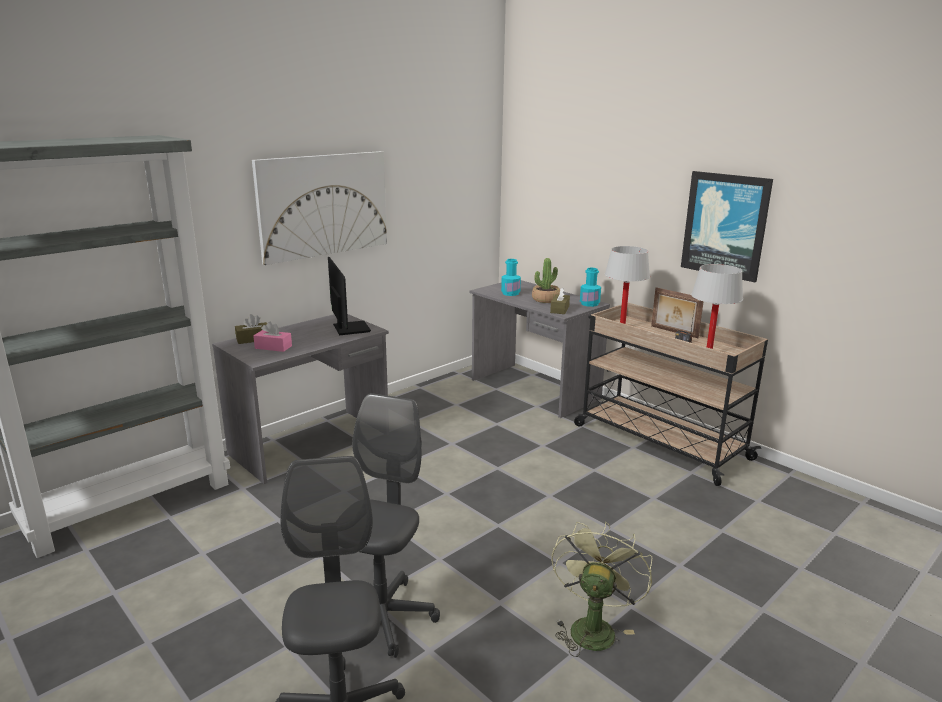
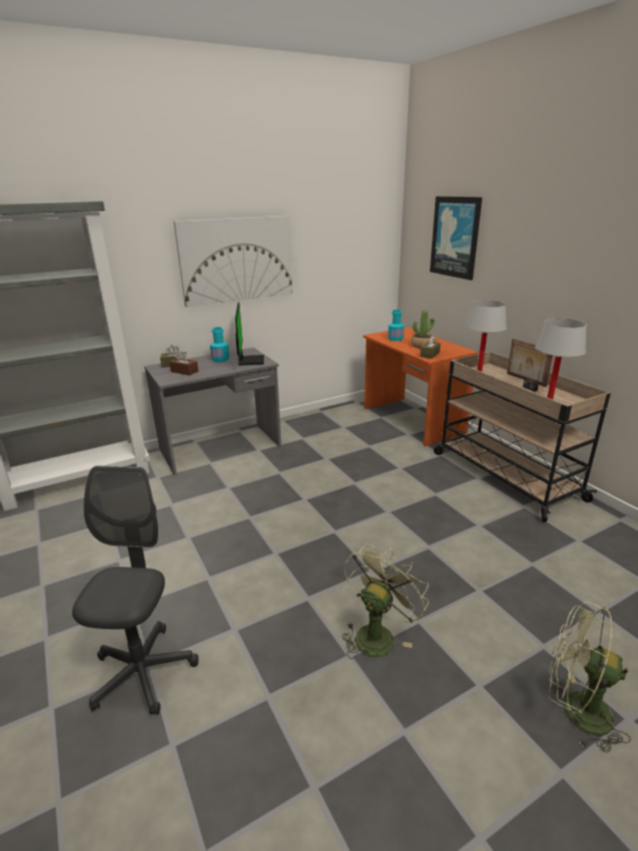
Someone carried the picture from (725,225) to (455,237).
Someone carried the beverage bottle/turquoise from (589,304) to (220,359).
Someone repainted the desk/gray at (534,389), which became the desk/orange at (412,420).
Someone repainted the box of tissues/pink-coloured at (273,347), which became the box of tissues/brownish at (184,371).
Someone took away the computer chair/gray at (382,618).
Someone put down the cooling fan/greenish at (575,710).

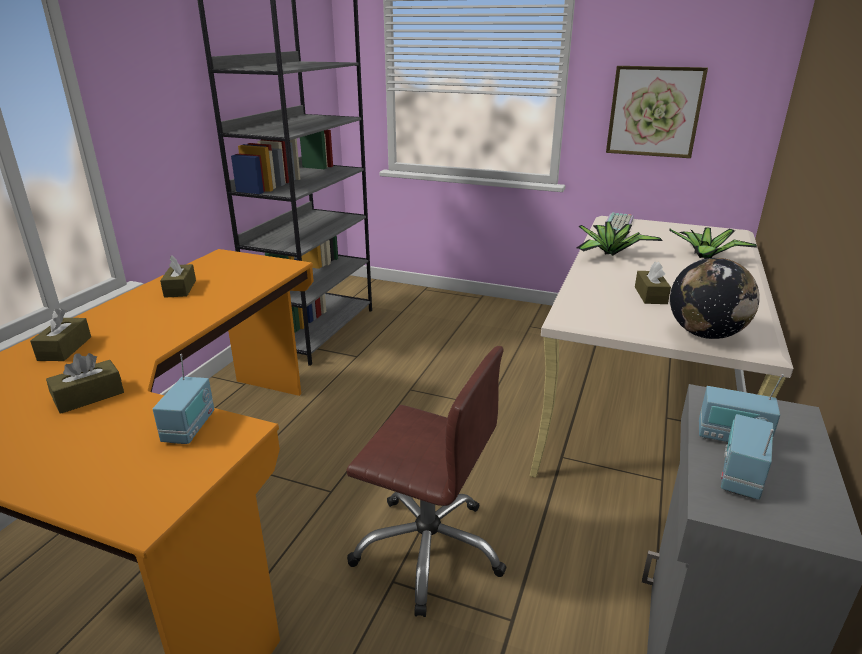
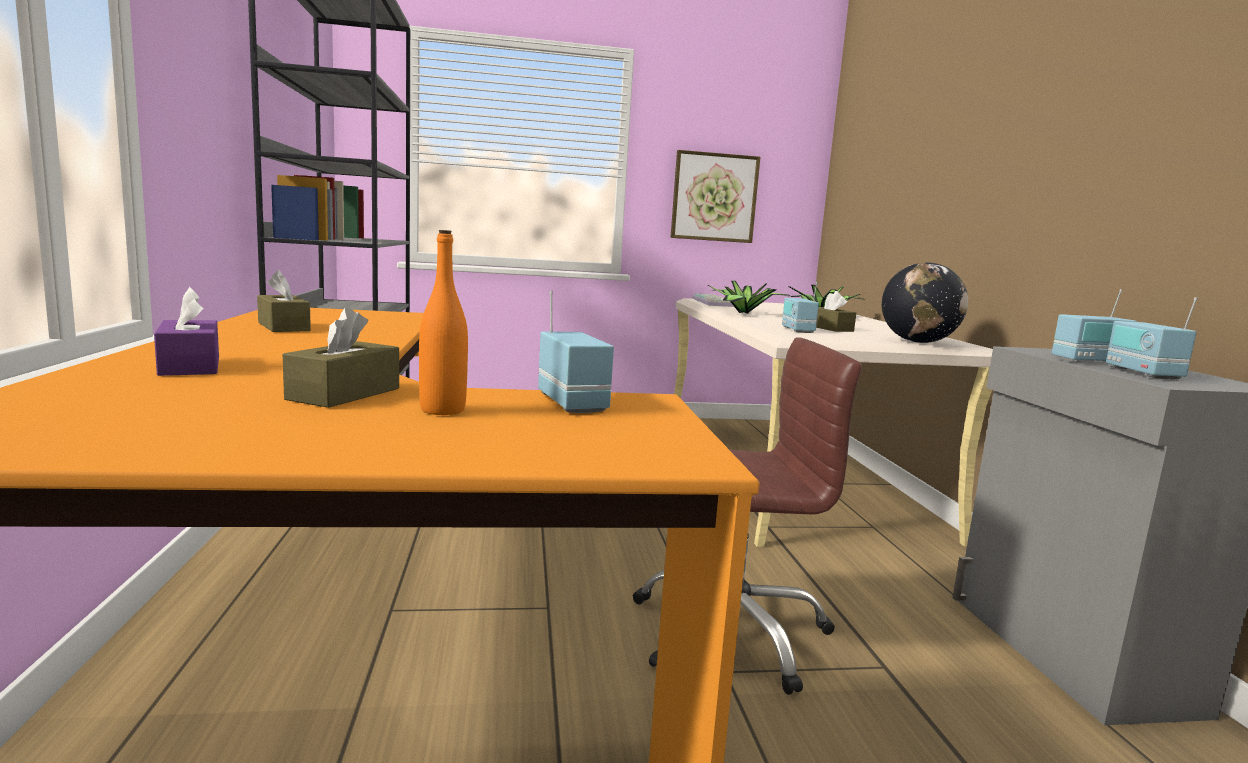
Someone repainted the box of tissues/brownish at (65,348), which became the box of tissues/purple at (190,366).
Someone put down the beverage bottle/orange at (442,410).
Someone put down the radio receiver at (797,330).

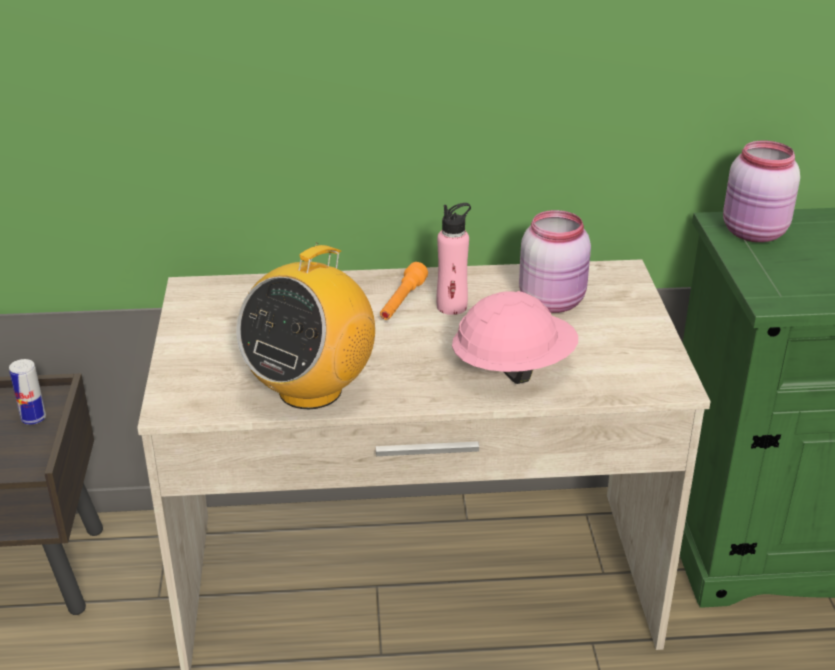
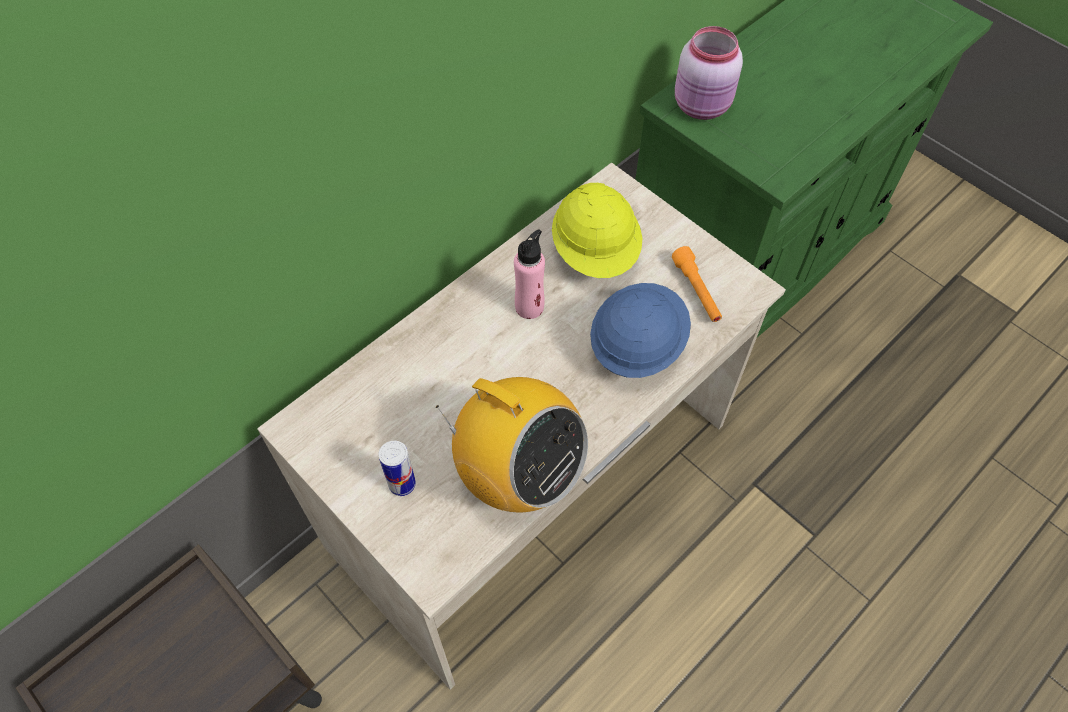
Someone swapped the jar/pink-coloured at (553,301) for the work helmet/yellowish at (595,252).
Someone rotated the radio receiver at (311,389) by 45 degrees counterclockwise.
Someone carried the flashlight/orange from (402,302) to (696,291).
Someone repainted the work helmet/pink-coloured at (513,368), which became the work helmet/blue-coloured at (636,345).
Someone carried the can from (33,418) to (402,484).

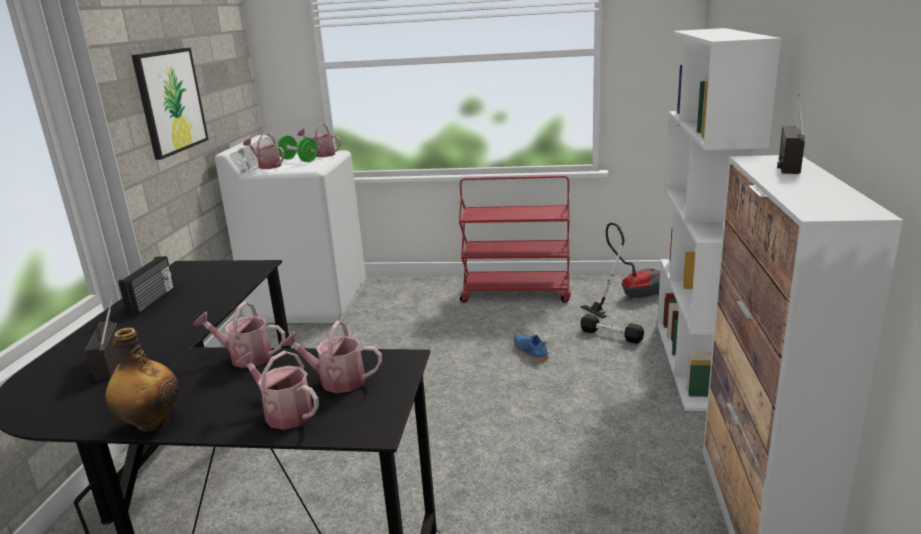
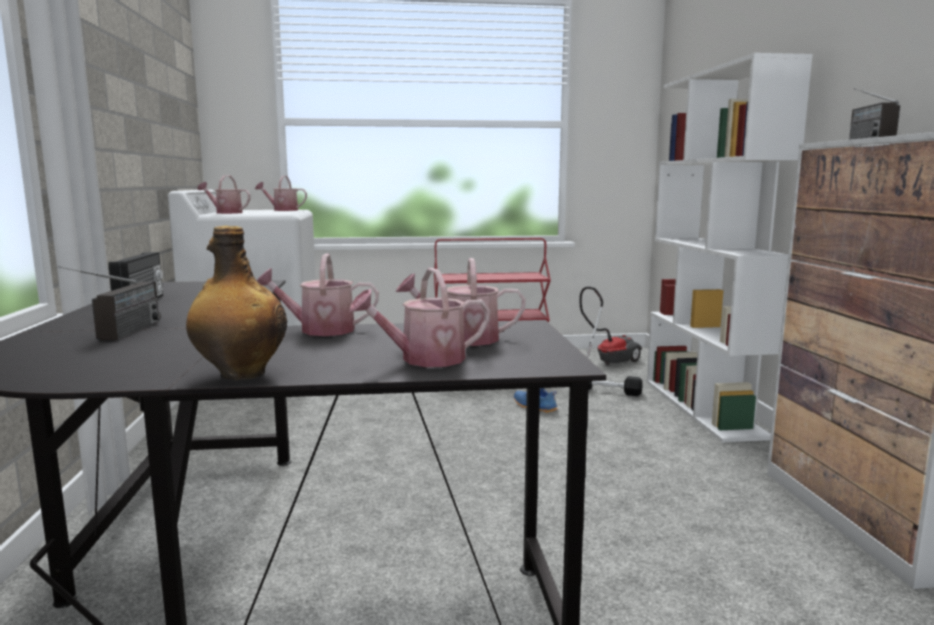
Someone took away the picture at (170,101).
Someone took away the hand weight/greenish at (299,160).
Someone rotated the radio receiver at (110,356) by 150 degrees counterclockwise.
Someone rotated the watering can at (284,413) by 45 degrees counterclockwise.

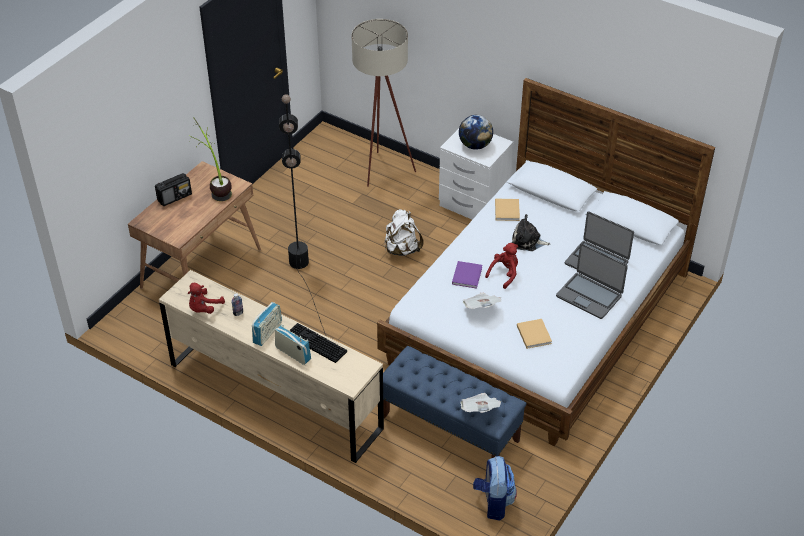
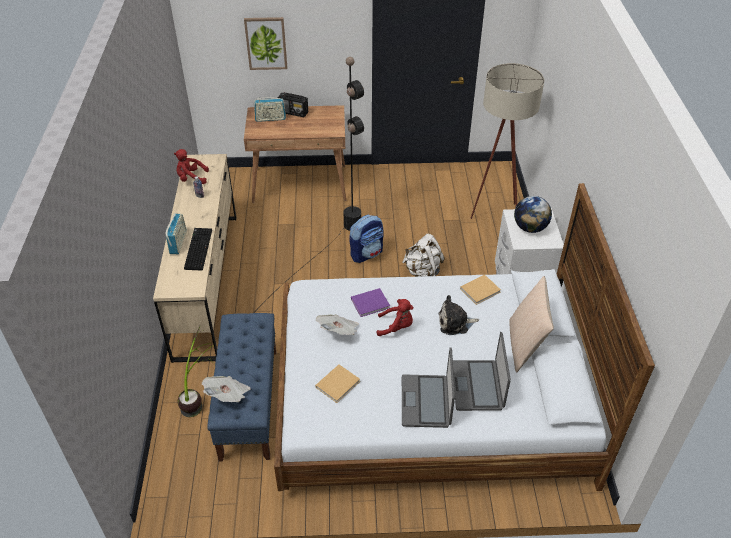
Someone carried the plant in a pot from (215,187) to (198,397).
Someone rotated the soft toy at (528,241) by 75 degrees counterclockwise.
Someone carried the radio receiver from (267,332) to (270,118).
Someone carried the knapsack from (493,502) to (366,253).
Someone put up the picture at (266,43).
Someone put down the throw pillow/beige at (524,345).

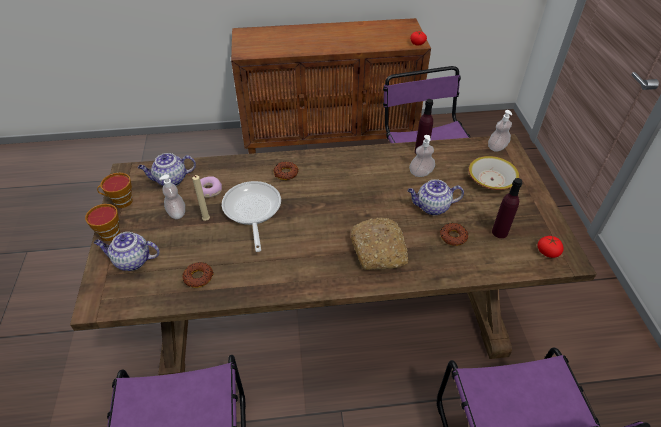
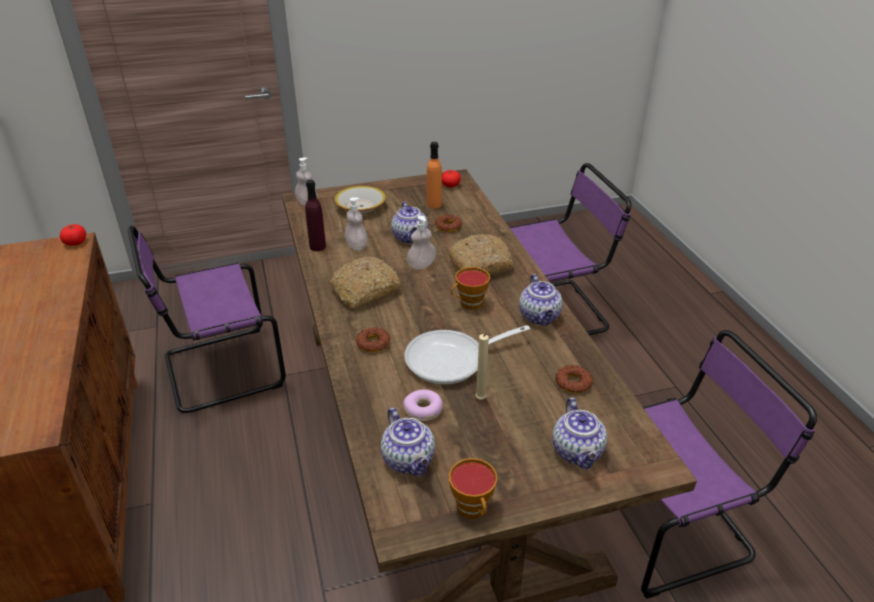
Someone carried the liquid soap bottle from (177,213) to (421,265).
Someone repainted the beverage bottle/purple at (499,232), which became the beverage bottle/orange at (434,204).
Someone carried the cup from (109,232) to (469,304).
Someone put down the bread at (364,291).
Someone put down the pot for tea at (540,317).

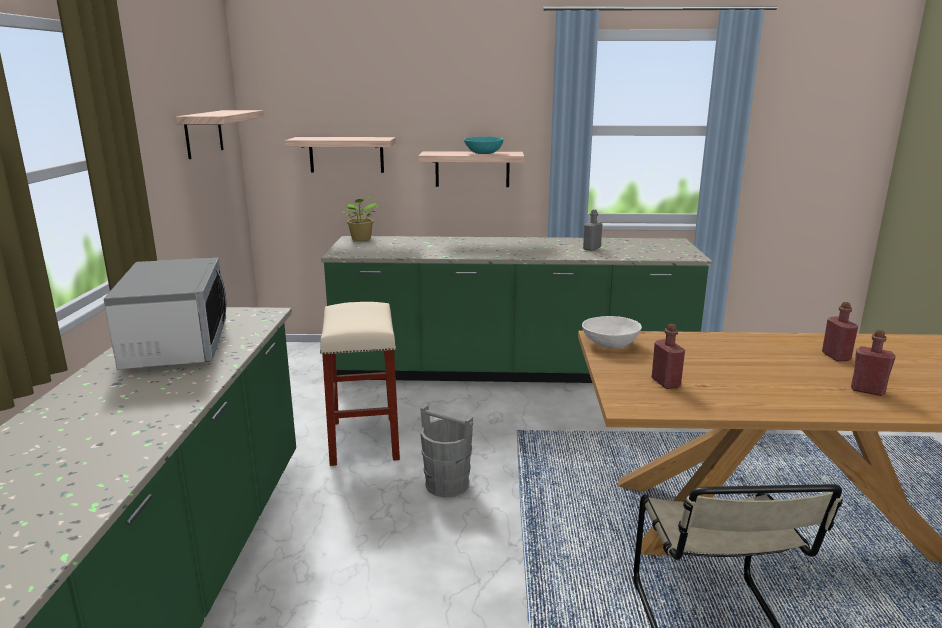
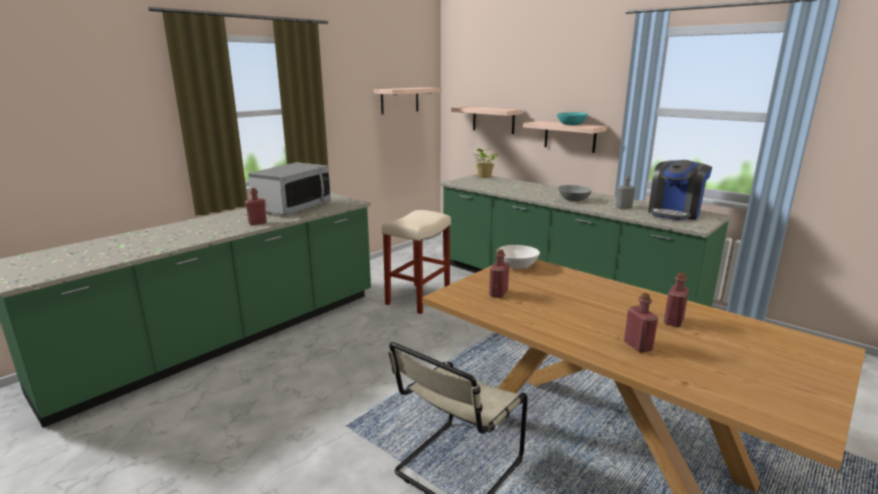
Someone took away the pail/gray at (447,484).
Someone put down the coffee maker at (674,213).
Someone put down the serving bowl/gray at (573,200).
Someone put down the beverage bottle/reddish at (257,223).

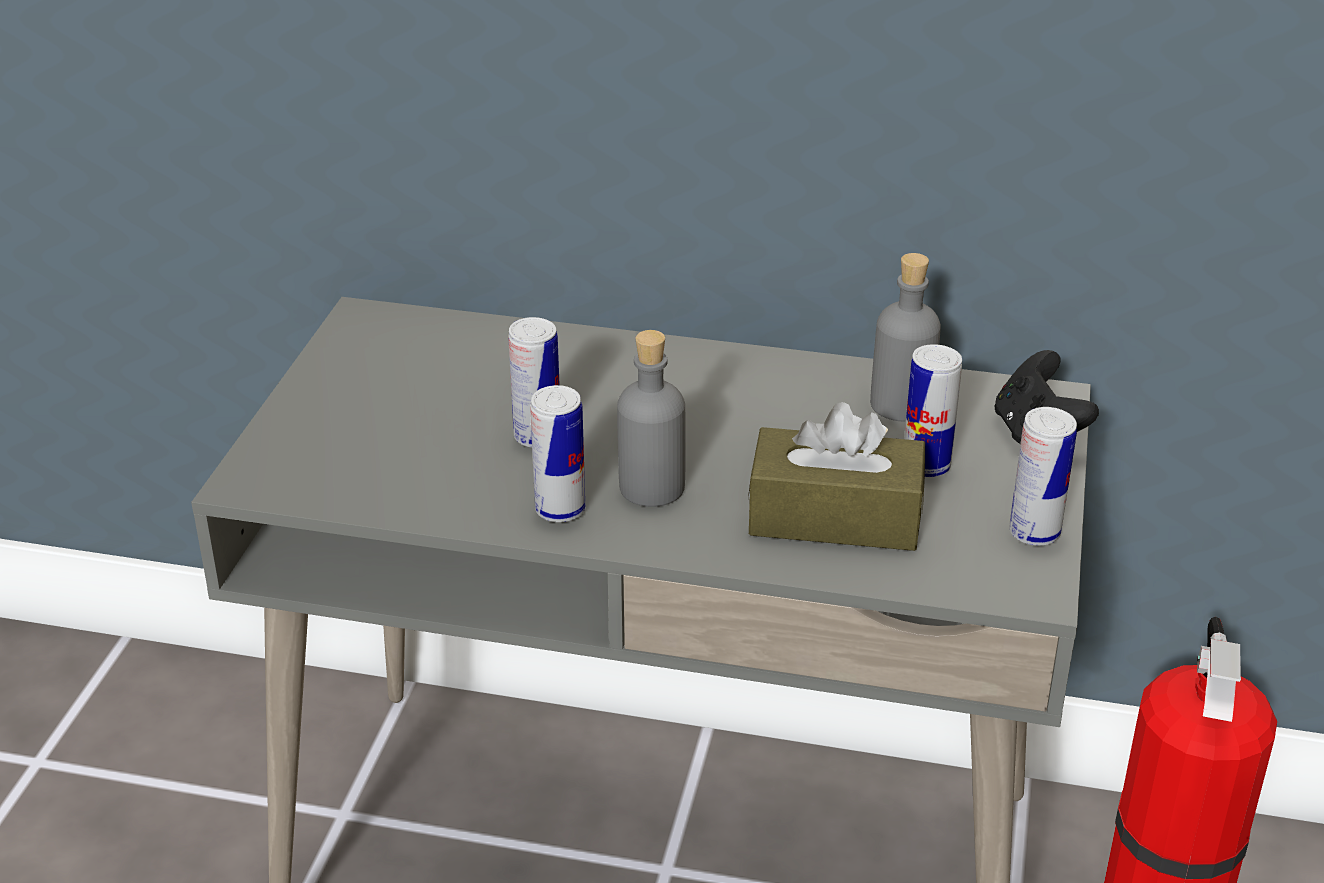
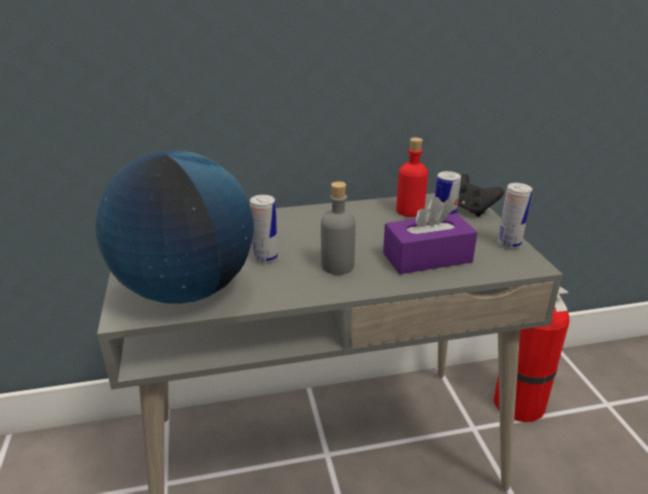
Someone repainted the beverage bottle/gray at (901,404), which became the beverage bottle/reddish at (410,211).
Someone took away the can at (560,510).
Someone repainted the box of tissues/brownish at (835,517), which became the box of tissues/purple at (427,258).
Someone put down the desk globe at (186,290).

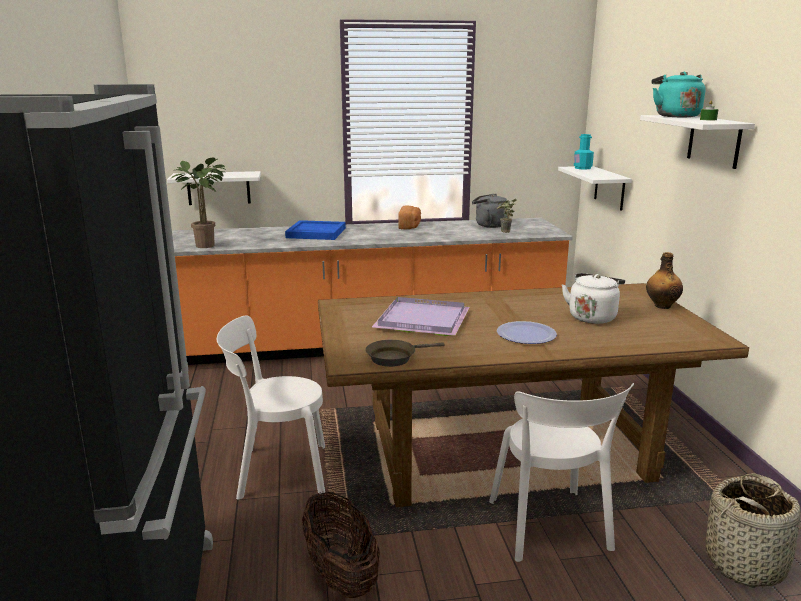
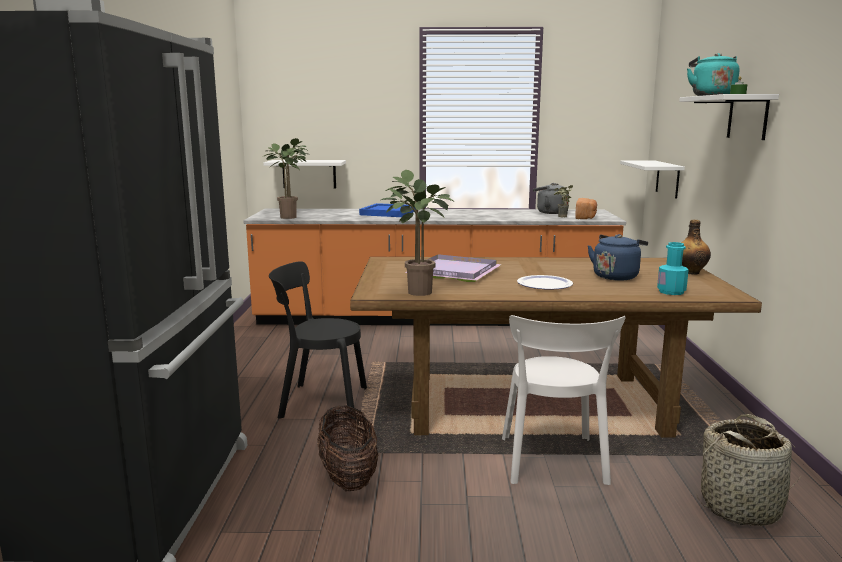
Someone carried the beverage bottle/turquoise from (582,168) to (671,292).
Someone carried the bread from (410,226) to (586,217).
Someone repainted the water kettle/white-coloured at (592,317), which became the water kettle/blue-coloured at (616,276).
Someone repainted the chair/white-coloured at (277,470), which became the chair/black at (319,401).
Someone swapped the pan/brownish at (394,357) for the plant in a pot at (415,292).

